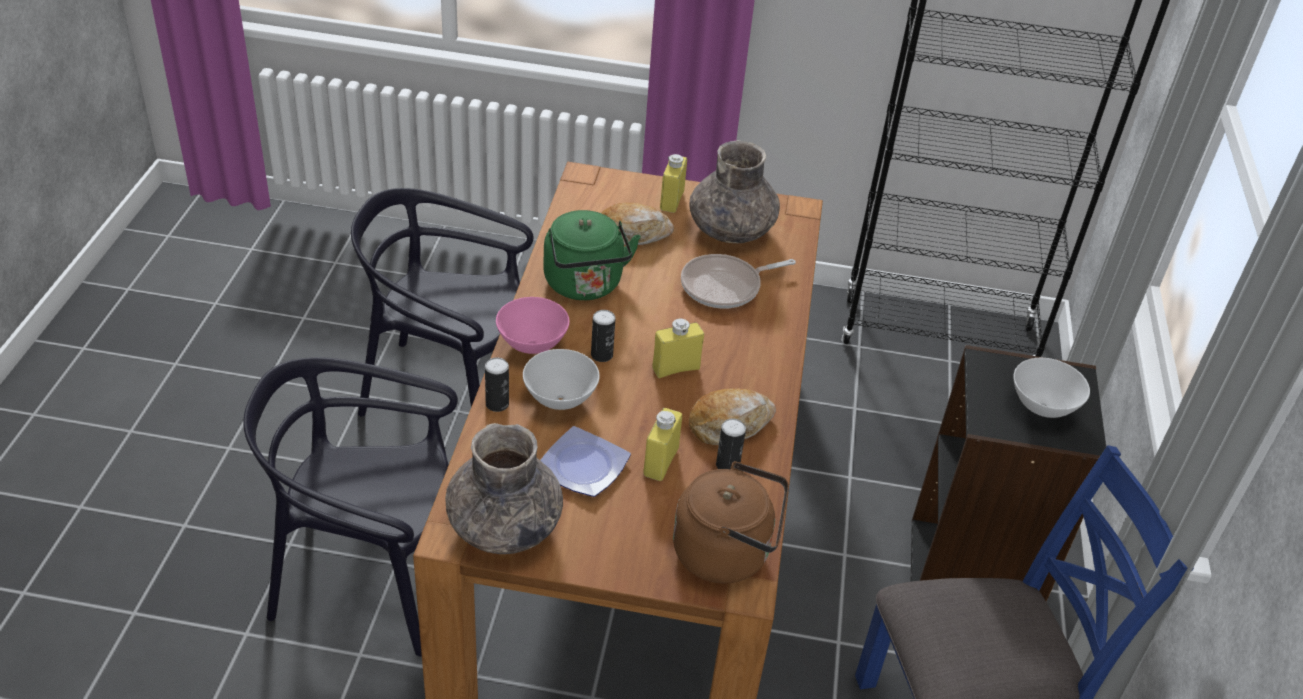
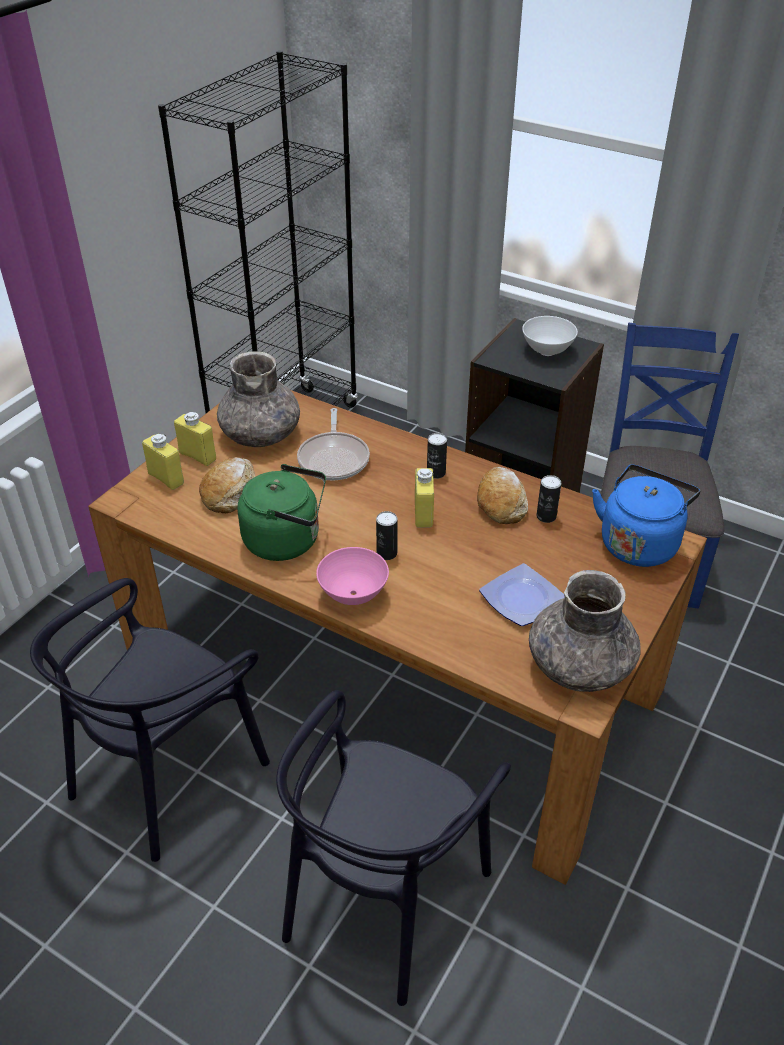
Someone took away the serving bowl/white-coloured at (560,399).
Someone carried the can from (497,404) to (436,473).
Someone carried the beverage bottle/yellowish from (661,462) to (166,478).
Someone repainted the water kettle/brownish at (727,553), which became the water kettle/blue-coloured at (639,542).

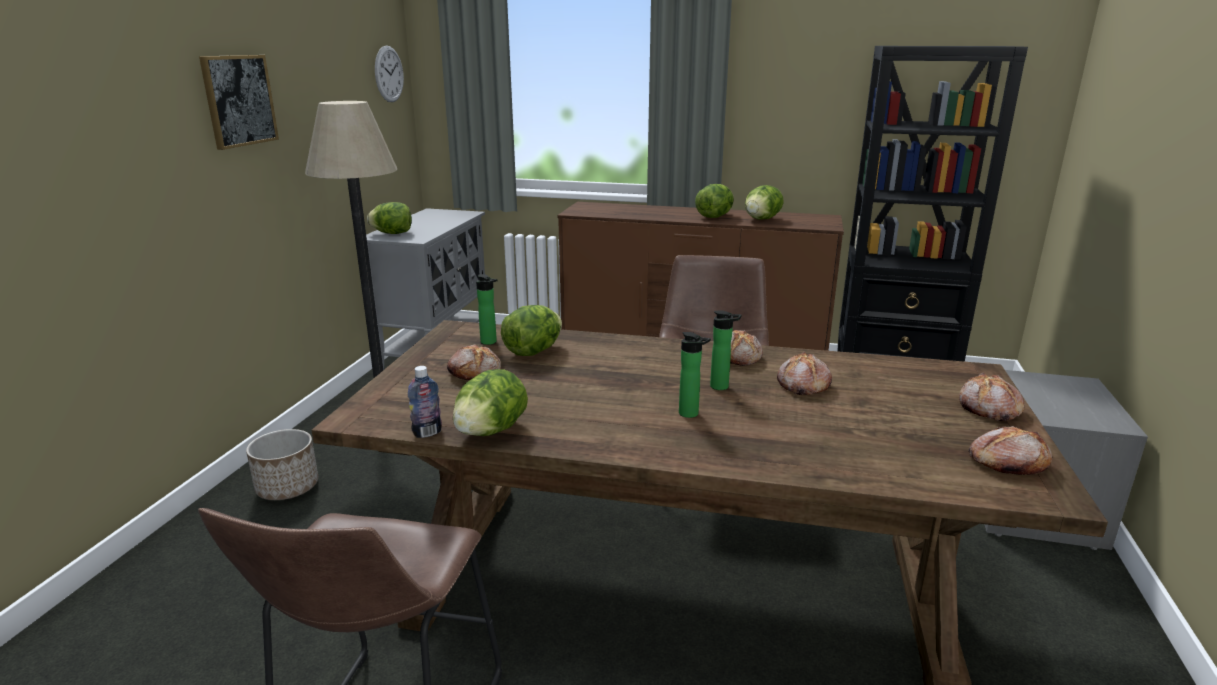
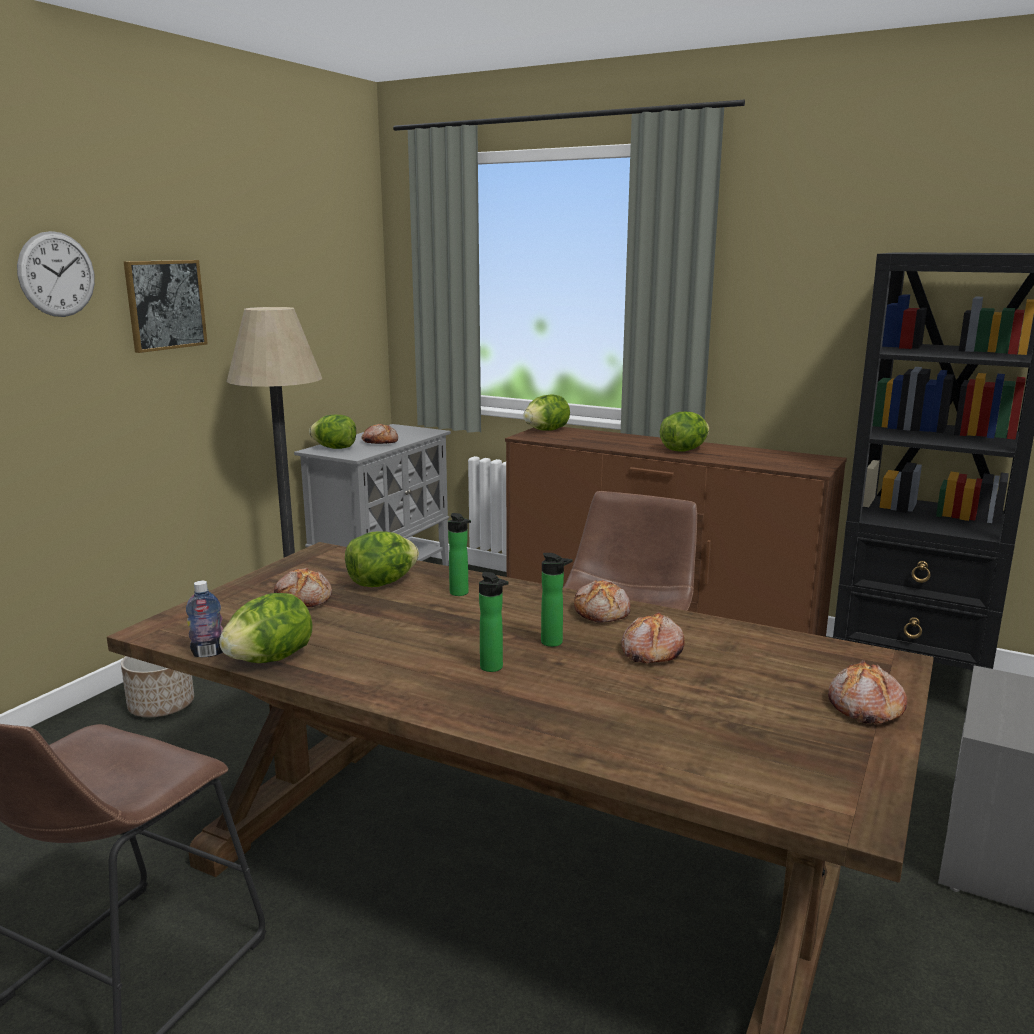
Someone carried the clock on the wall from (389,74) to (57,274).
Someone carried the lettuce head from (761,219) to (546,430).
Someone carried the beverage bottle from (490,342) to (460,594).
Someone carried the bread from (1006,462) to (380,442).

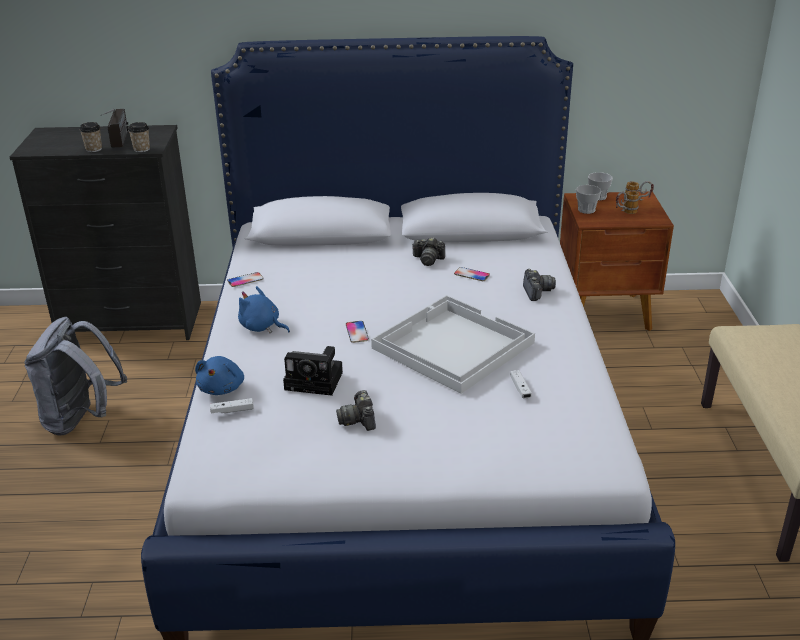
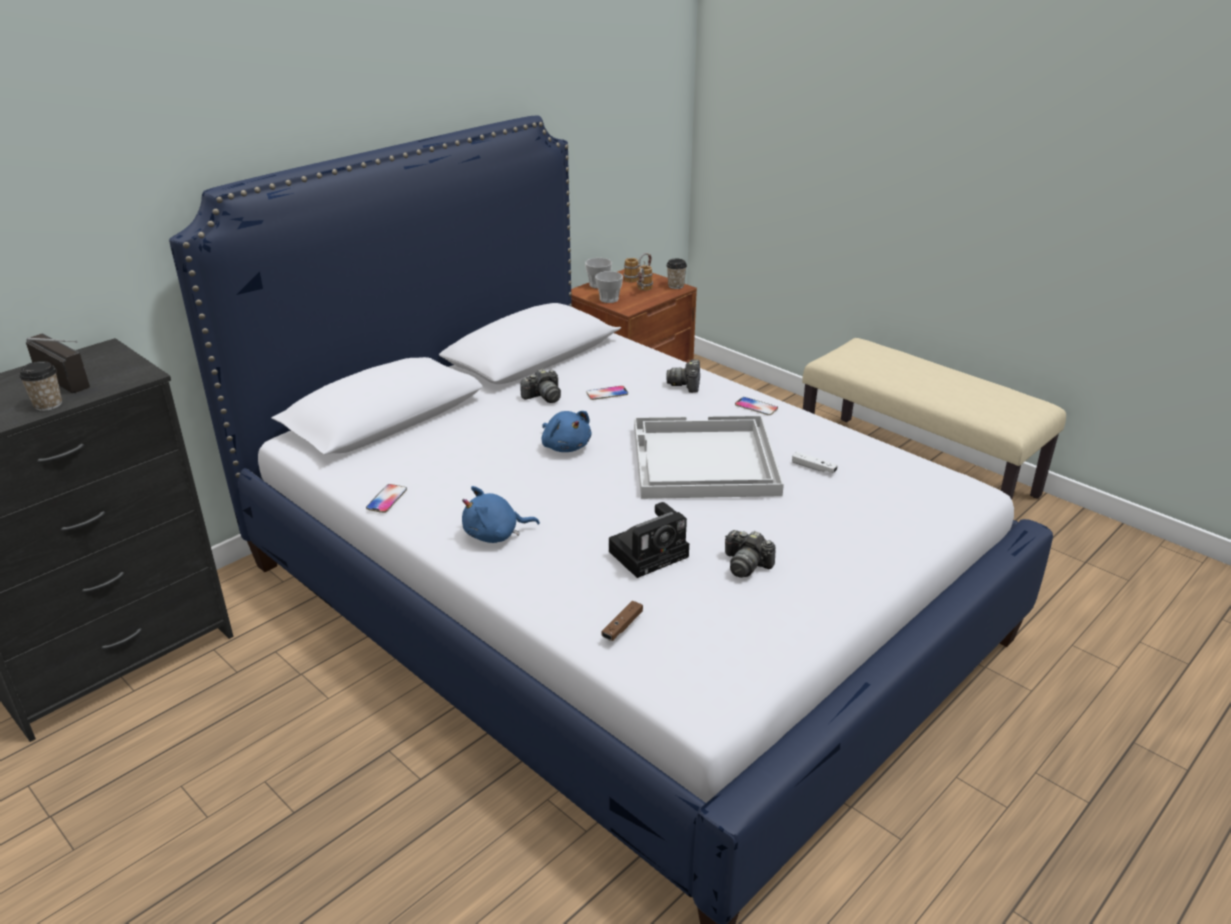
Someone carried the cup from (141,149) to (676,286).
Someone rotated the photo camera at (537,292) by 120 degrees counterclockwise.
Someone took away the knapsack/gray at (81,420).
Someone carried the telephone from (357,332) to (756,407).
Someone carried the soft toy/blue-coloured from (222,388) to (565,446).
Someone repainted the joypad/white-coloured at (232,410), which became the joypad/brownish at (622,626).

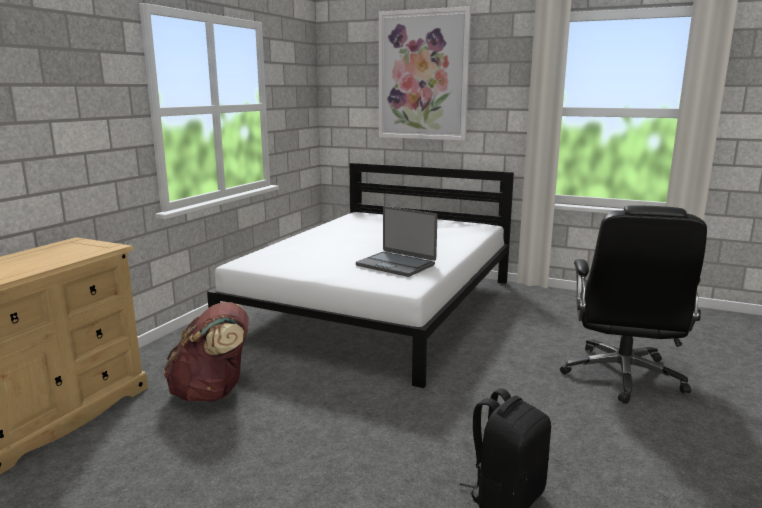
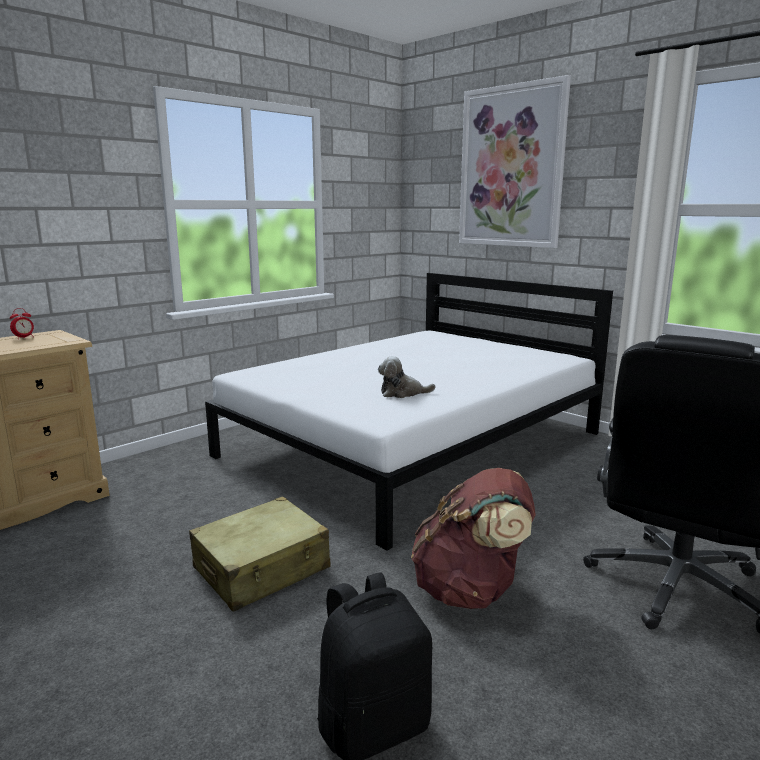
Someone swapped the portable computer at (396,265) for the soft toy at (402,393).
Someone carried the knapsack/brownish from (213,392) to (471,591).
Someone put down the bedside clock at (24,338).
Someone put down the travel case/beige at (262,569).

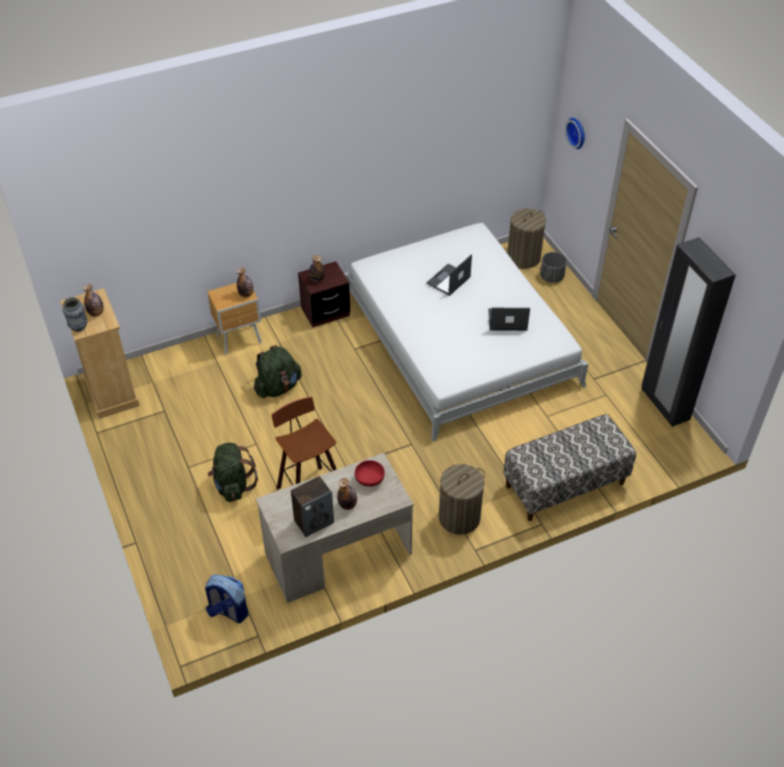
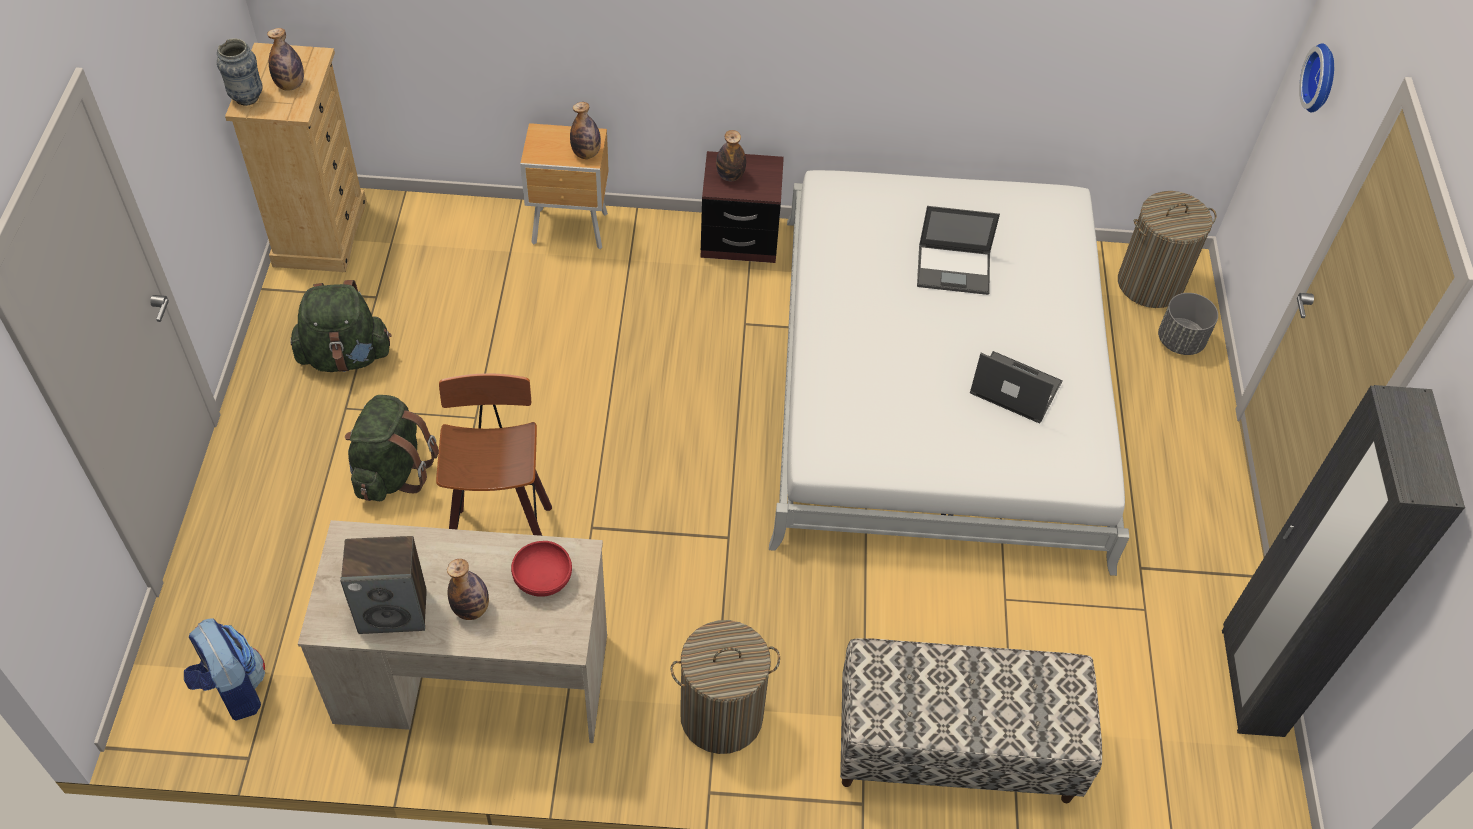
Someone rotated the portable computer at (448,280) by 150 degrees counterclockwise.
Someone carried the knapsack/greenish from (278,387) to (345,356).

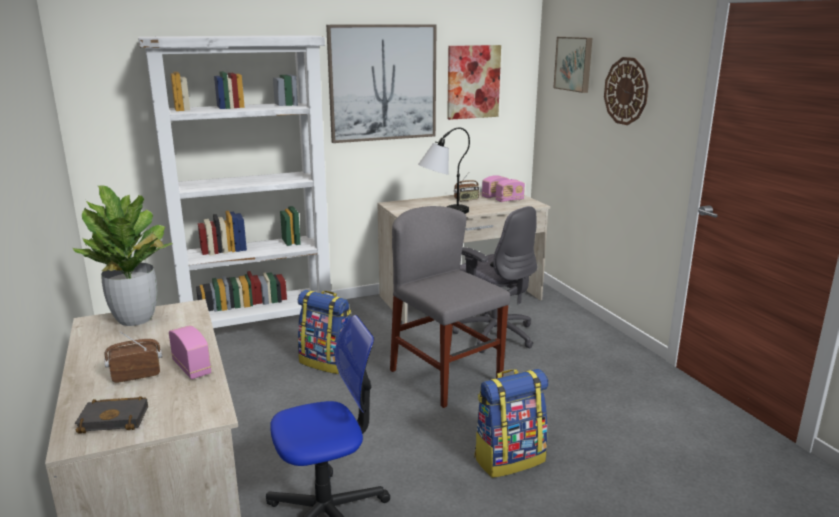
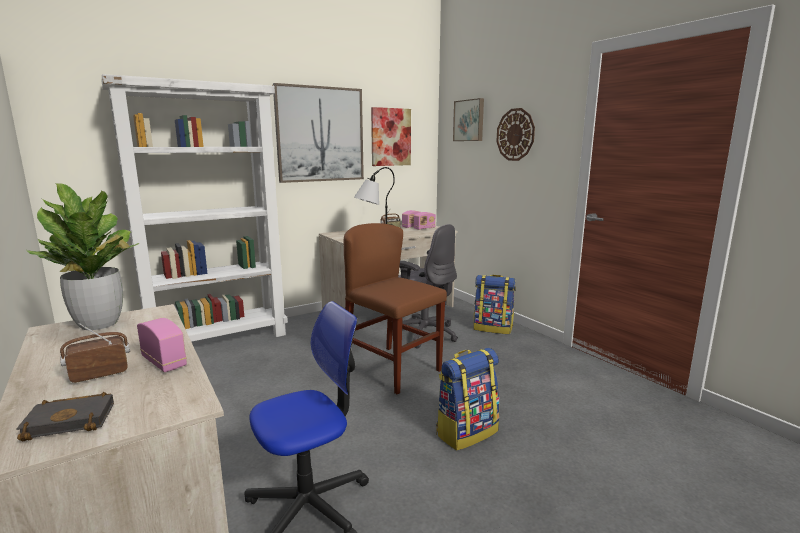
Someone repainted the chair/gray at (445,377), which became the chair/brownish at (392,369).
Someone carried the knapsack from (327,362) to (493,328).

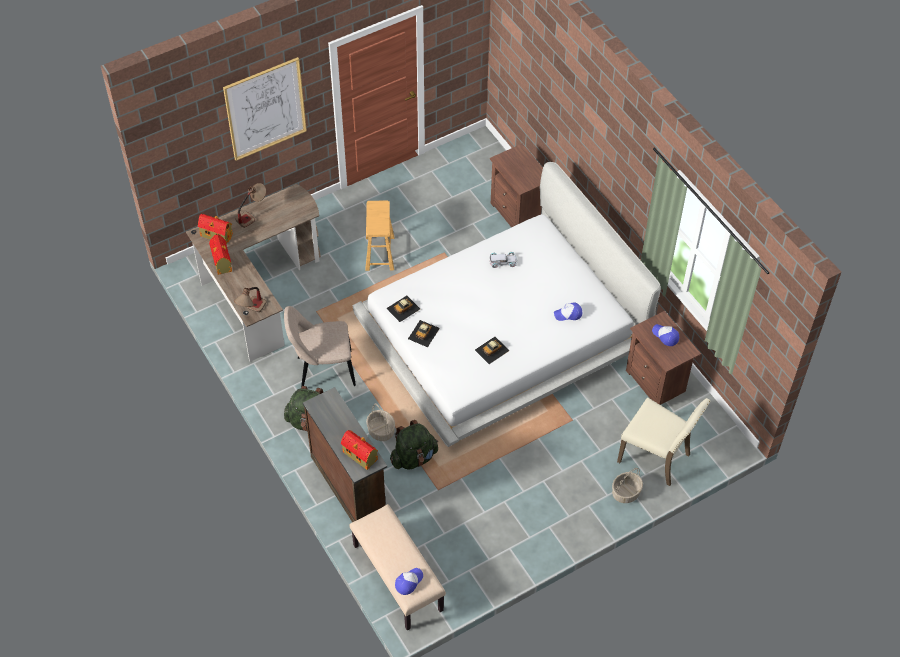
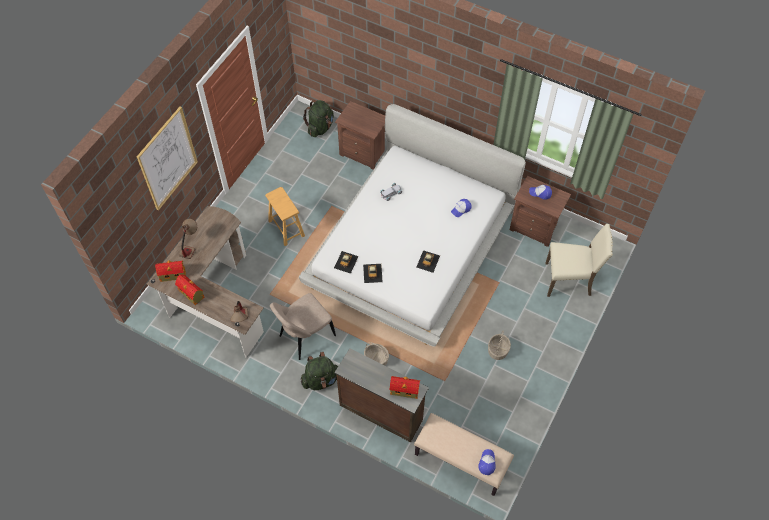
Someone carried the knapsack/greenish from (414,457) to (320,127).
Someone carried the basket from (626,492) to (497,350).

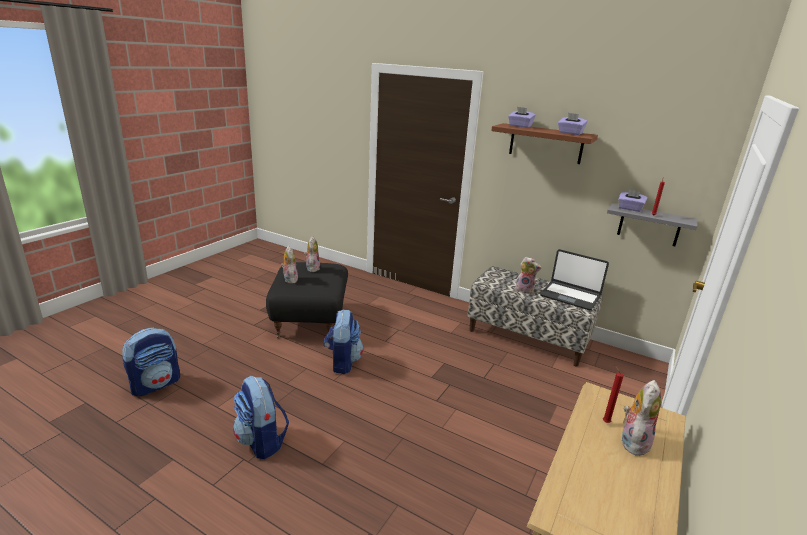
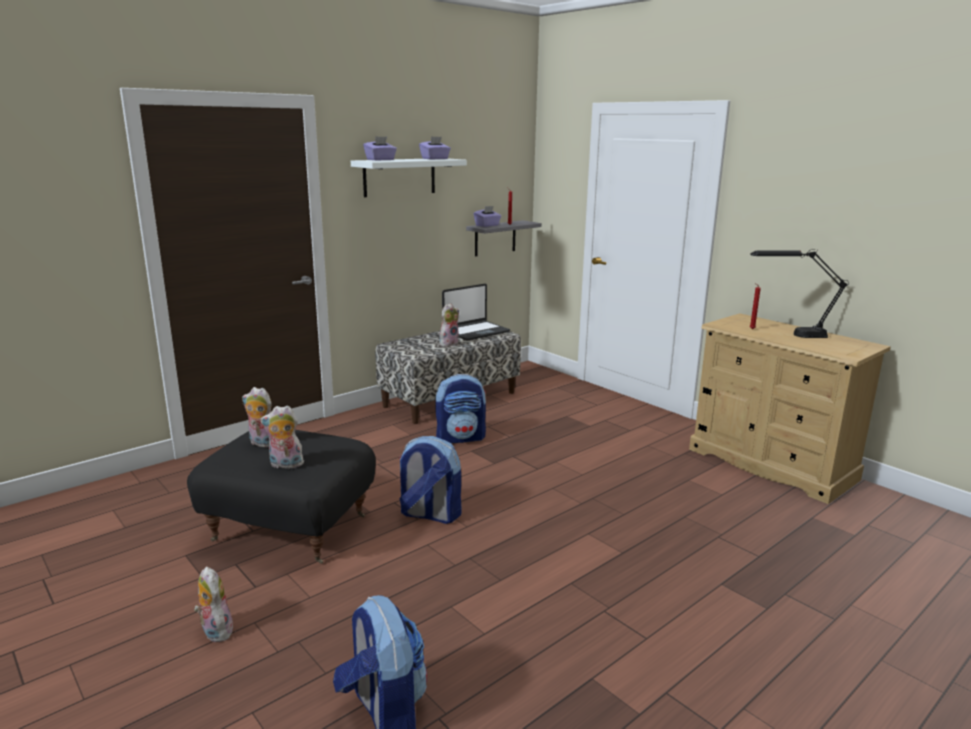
Someone repainted the wall shelf/brownish at (546,143), which became the wall shelf/white-coloured at (399,177).
Someone carried the knapsack from (262,441) to (461,438).
Someone carried the soft toy from (633,441) to (215,631).
Someone put down the tabletop lamp/black at (789,335).

